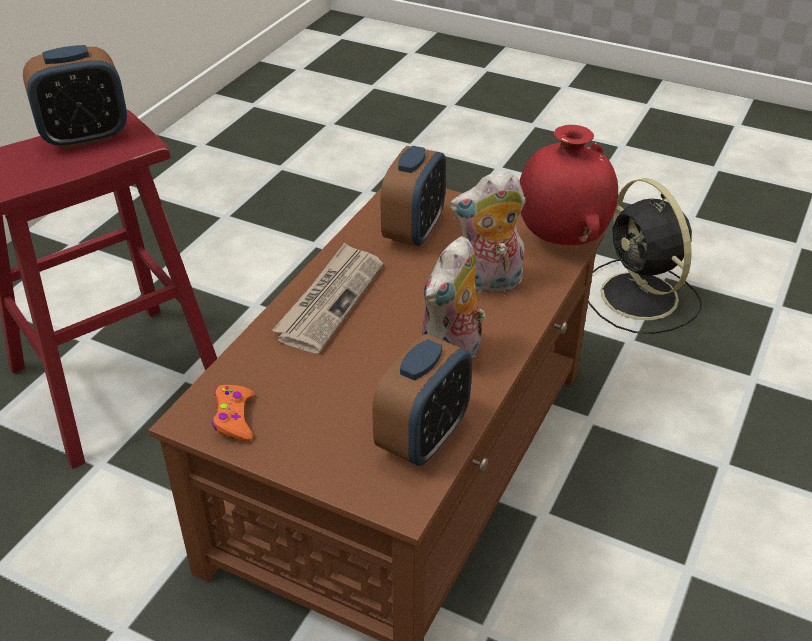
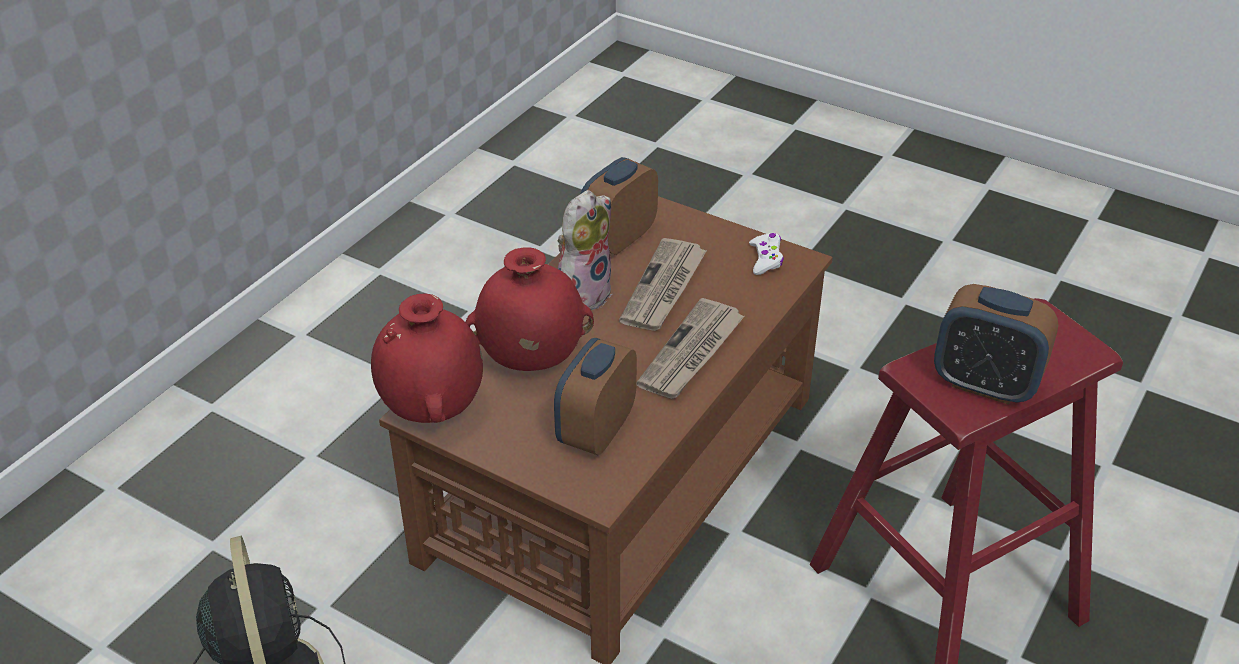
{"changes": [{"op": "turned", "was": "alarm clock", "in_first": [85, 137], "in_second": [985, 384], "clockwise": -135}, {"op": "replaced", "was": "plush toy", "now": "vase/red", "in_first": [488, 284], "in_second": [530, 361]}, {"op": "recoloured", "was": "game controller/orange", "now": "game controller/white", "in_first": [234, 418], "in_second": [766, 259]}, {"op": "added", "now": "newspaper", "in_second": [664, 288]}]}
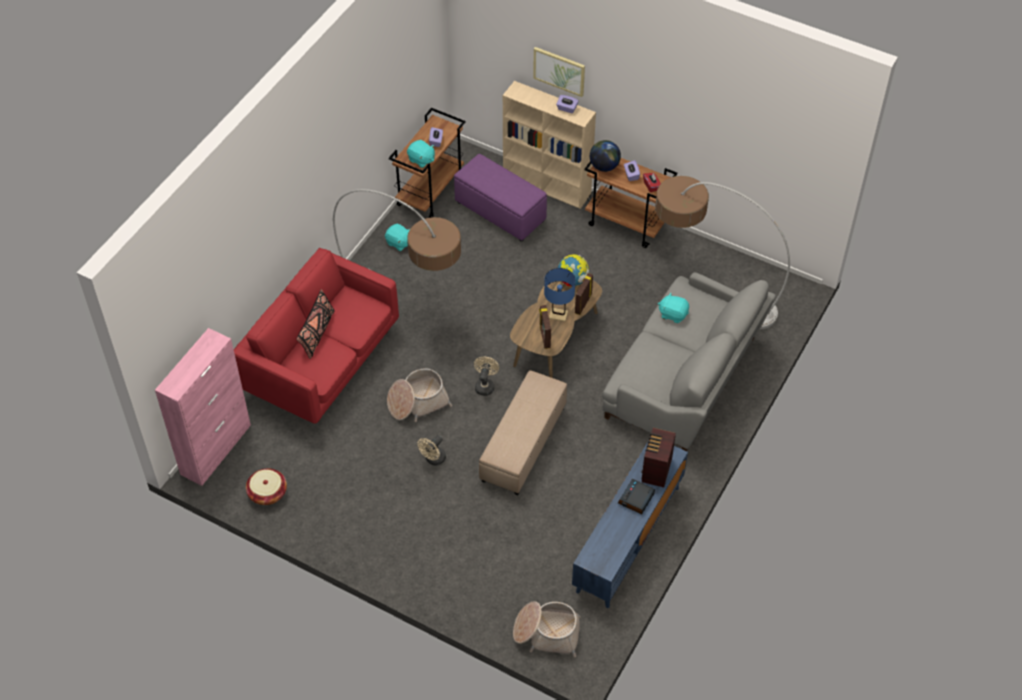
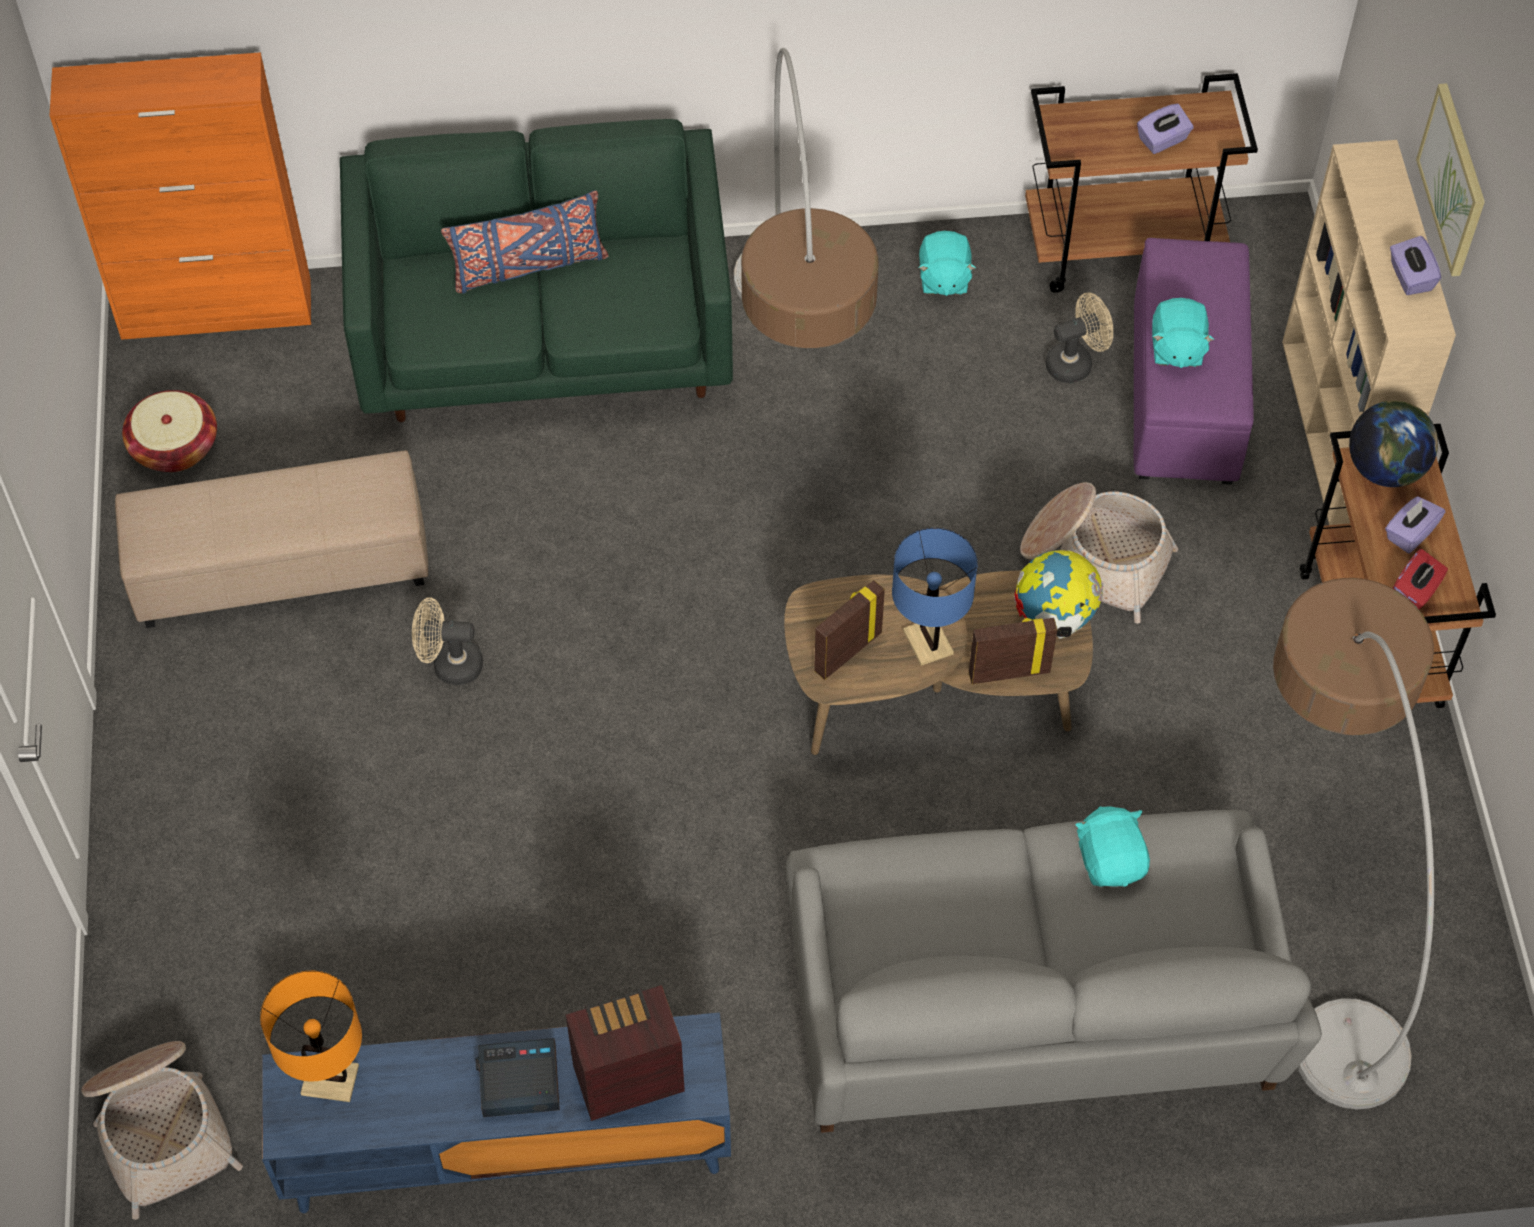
{"changes": [{"op": "moved", "was": "plush toy/turquoise", "in_first": [421, 160], "in_second": [1176, 349]}, {"op": "recoloured", "was": "sofa/red", "now": "sofa/green", "in_first": [323, 362], "in_second": [546, 341]}, {"op": "recoloured", "was": "pillow/black", "now": "pillow/blue", "in_first": [317, 333], "in_second": [528, 267]}, {"op": "recoloured", "was": "cabinet/pink", "now": "cabinet/orange", "in_first": [216, 449], "in_second": [217, 309]}, {"op": "moved", "was": "fan/beige", "in_first": [485, 385], "in_second": [1075, 362]}, {"op": "moved", "was": "basket", "in_first": [417, 402], "in_second": [1094, 559]}, {"op": "moved", "was": "ottoman/beige", "in_first": [522, 444], "in_second": [281, 566]}, {"op": "added", "now": "table lamp/orange", "in_second": [329, 1080]}]}
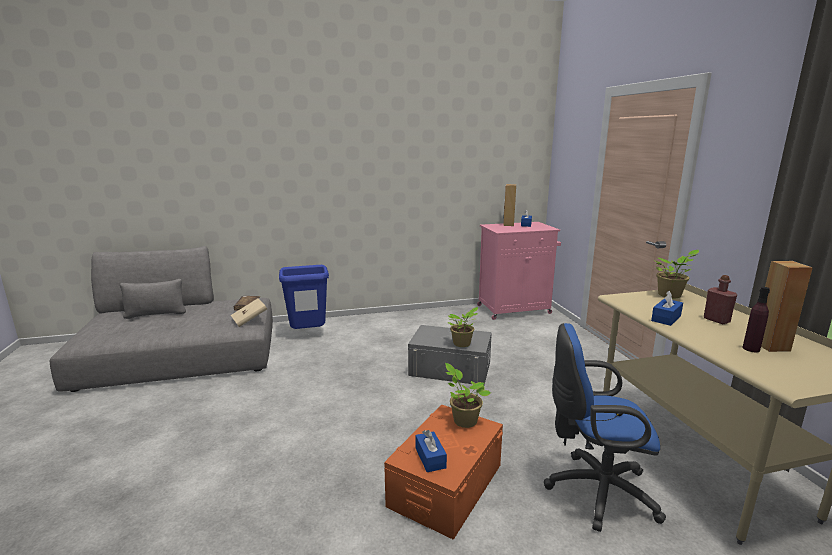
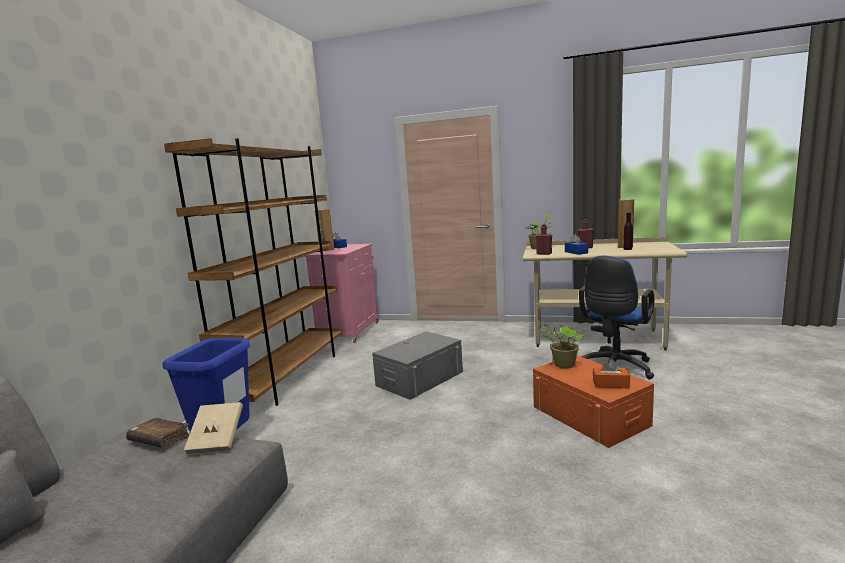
{"changes": [{"op": "removed", "was": "potted plant", "in_first": [462, 344]}, {"op": "recoloured", "was": "tissue box/blue", "now": "tissue box/orange", "in_first": [430, 458], "in_second": [610, 384]}, {"op": "added", "now": "bookcase/brown", "in_second": [288, 376]}, {"op": "added", "now": "bottle/red", "in_second": [544, 254]}]}
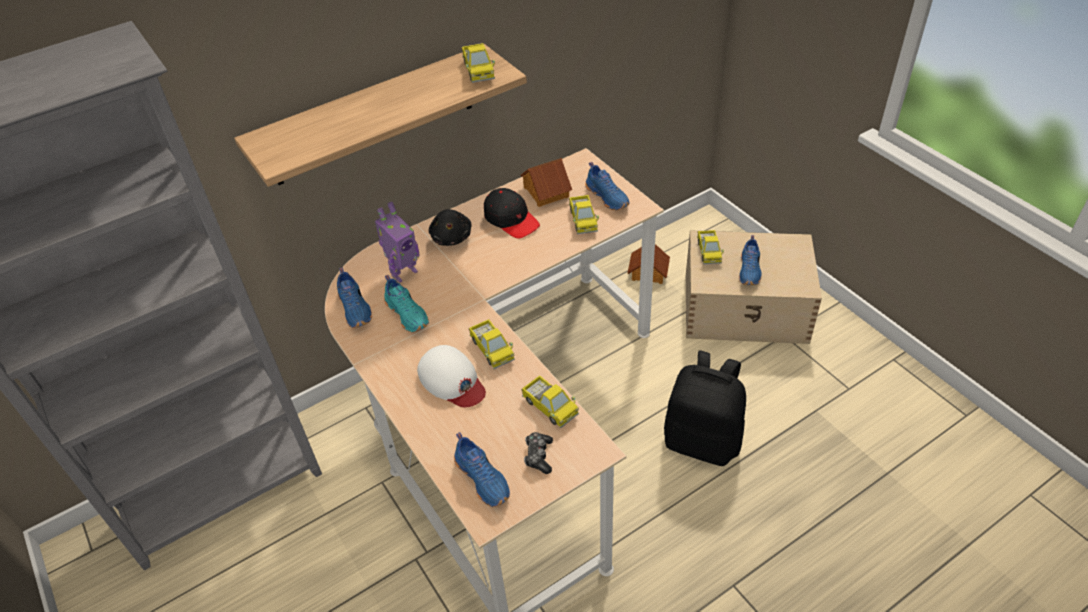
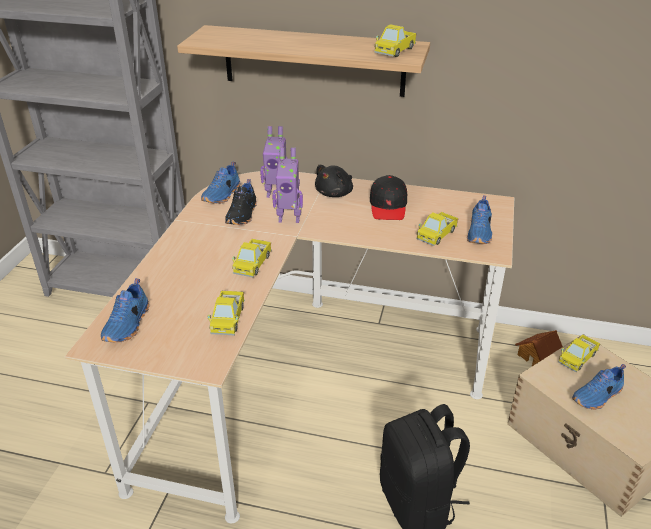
{"changes": [{"op": "removed", "was": "toy house", "in_first": [545, 192]}, {"op": "recoloured", "was": "shoe/turquoise", "now": "shoe/black", "in_first": [408, 314], "in_second": [243, 215]}, {"op": "removed", "was": "cap/white", "in_first": [452, 380]}, {"op": "removed", "was": "game controller", "in_first": [538, 456]}, {"op": "added", "now": "toy robot", "in_second": [289, 218]}]}
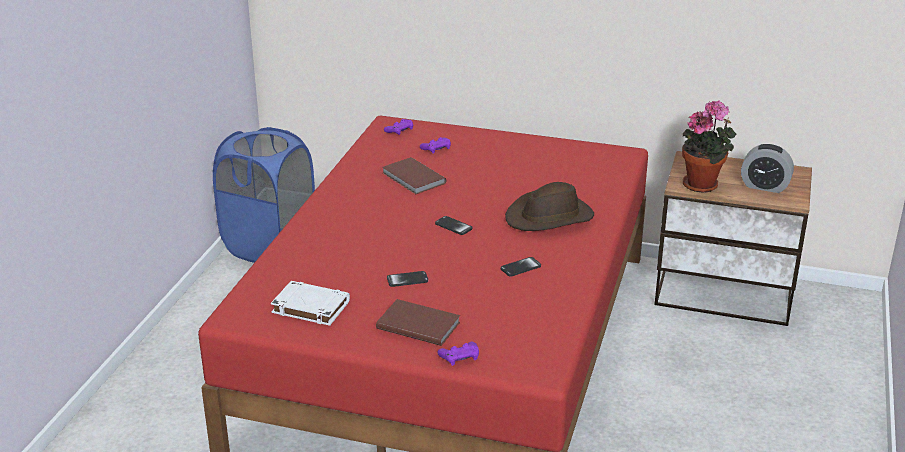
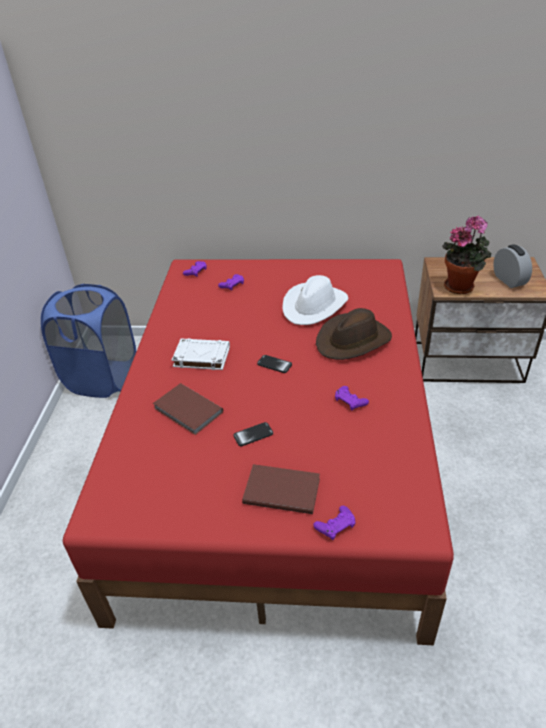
{"changes": [{"op": "turned", "was": "alarm clock", "in_first": [764, 186], "in_second": [509, 280], "clockwise": -120}, {"op": "moved", "was": "book/brown", "in_first": [413, 179], "in_second": [187, 411]}, {"op": "replaced", "was": "phone", "now": "game controller/purple", "in_first": [520, 268], "in_second": [350, 401]}, {"op": "moved", "was": "book/white", "in_first": [310, 307], "in_second": [201, 357]}, {"op": "added", "now": "hat/white", "in_second": [314, 306]}]}
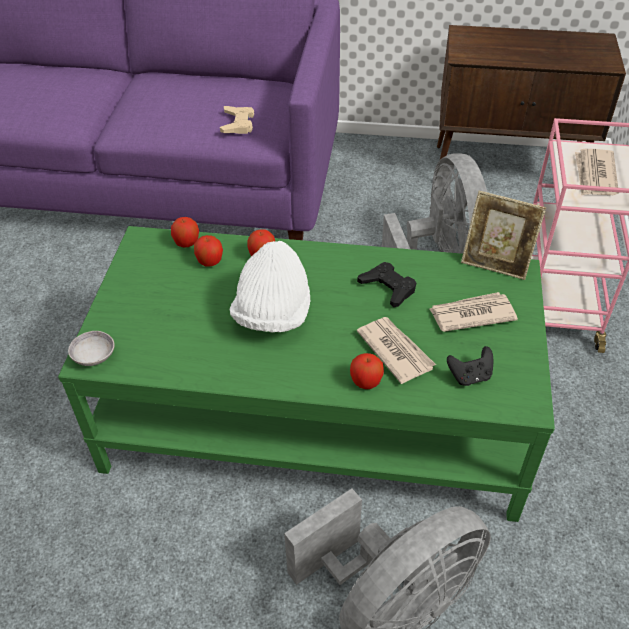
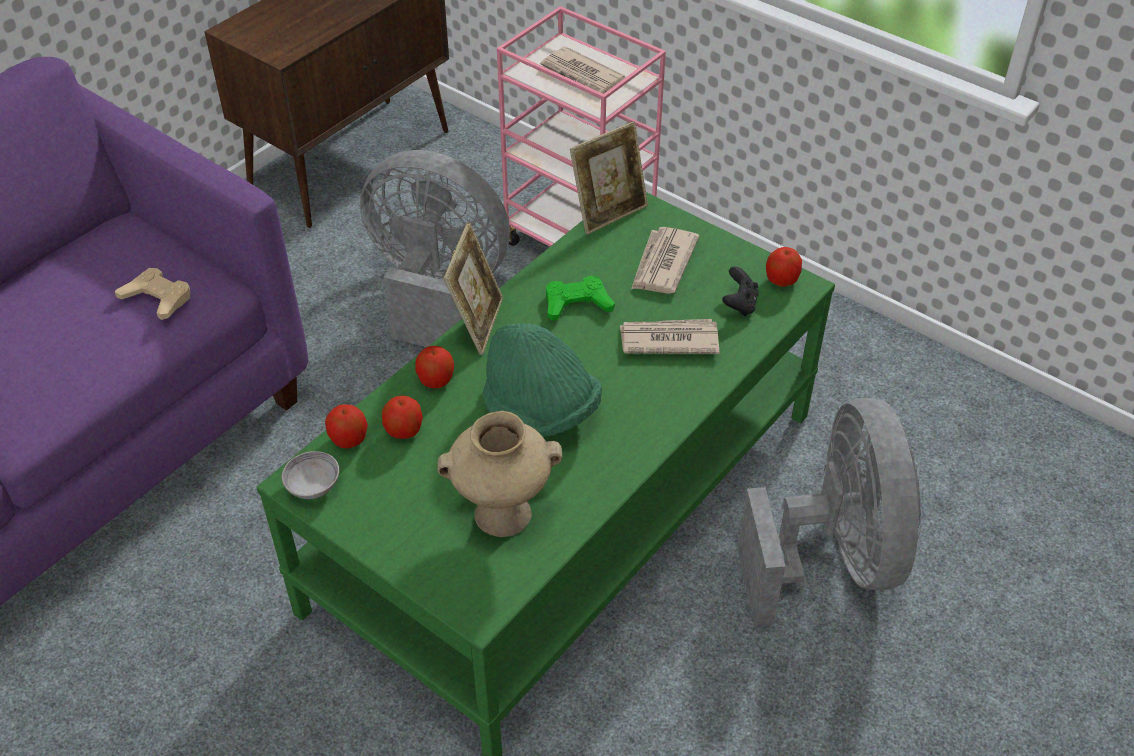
{"changes": [{"op": "recoloured", "was": "hat/white", "now": "hat/green", "in_first": [273, 314], "in_second": [540, 410]}, {"op": "recoloured", "was": "game controller/black", "now": "game controller/green", "in_first": [388, 288], "in_second": [577, 303]}, {"op": "moved", "was": "bowl/grey", "in_first": [94, 357], "in_second": [313, 486]}, {"op": "moved", "was": "apple", "in_first": [366, 381], "in_second": [781, 280]}, {"op": "added", "now": "picture frame", "in_second": [477, 323]}, {"op": "added", "now": "vase/beige", "in_second": [501, 516]}]}
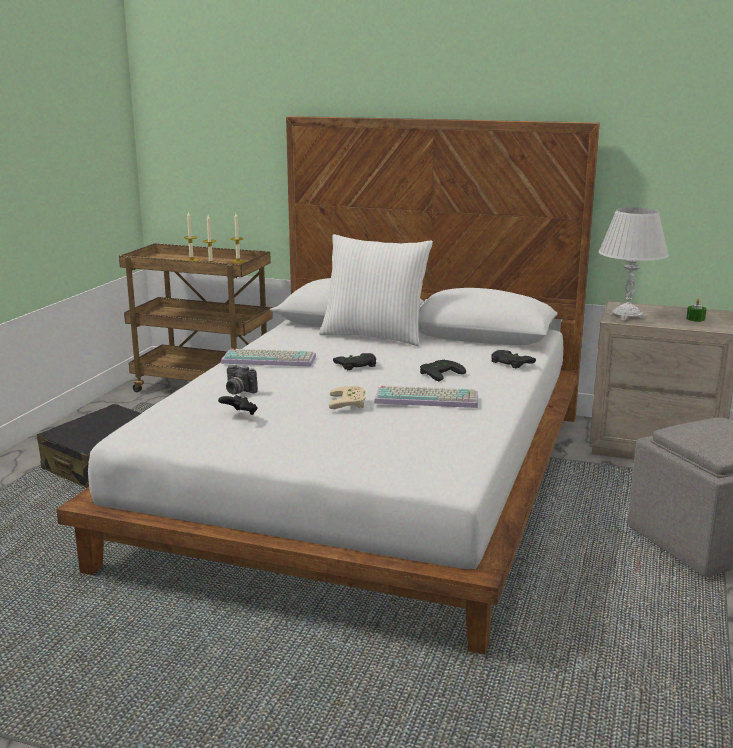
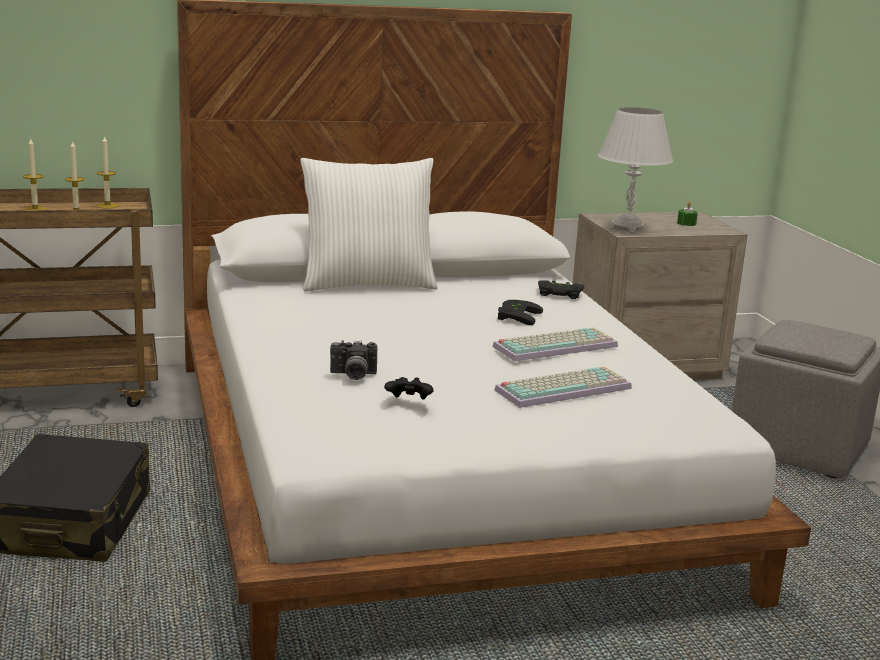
{"changes": [{"op": "moved", "was": "keyboard", "in_first": [270, 359], "in_second": [563, 388]}, {"op": "removed", "was": "game controller/black", "in_first": [356, 365]}, {"op": "removed", "was": "game controller/beige", "in_first": [350, 402]}]}
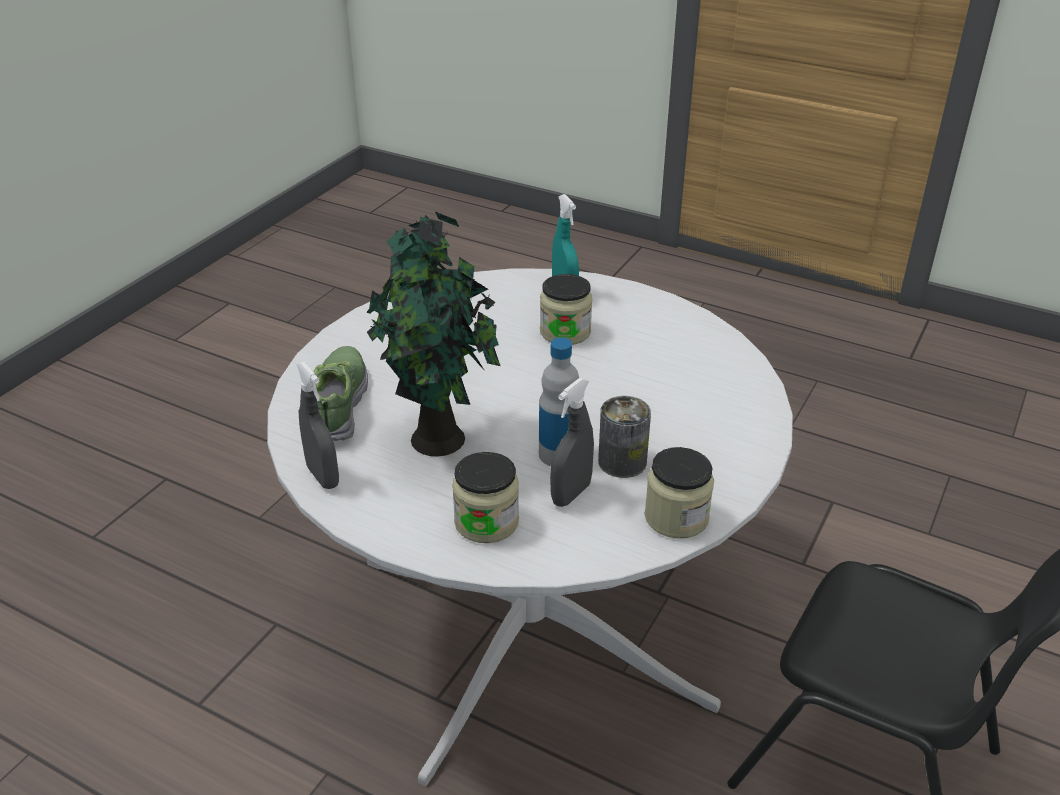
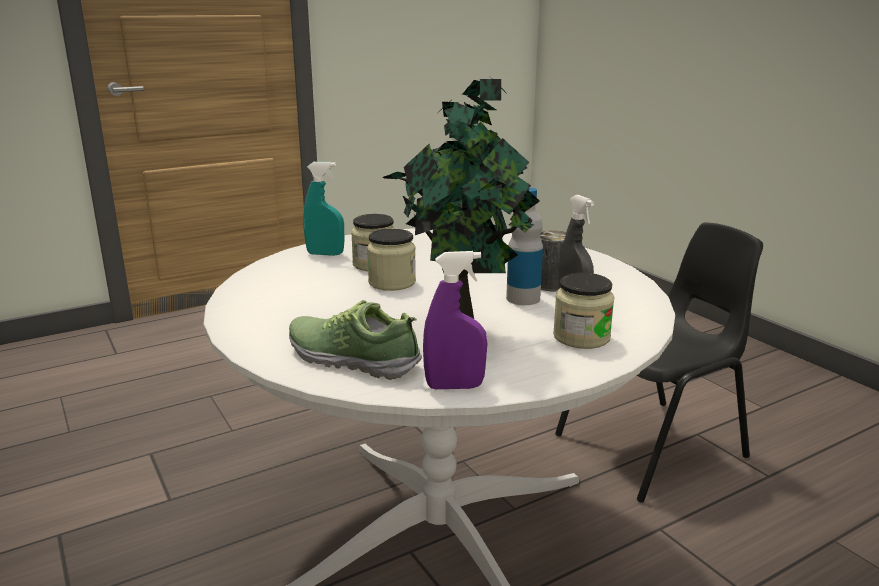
{"changes": [{"op": "recoloured", "was": "spray bottle/grey", "now": "spray bottle/purple", "in_first": [323, 476], "in_second": [454, 386]}, {"op": "moved", "was": "jar", "in_first": [676, 517], "in_second": [392, 282]}]}
